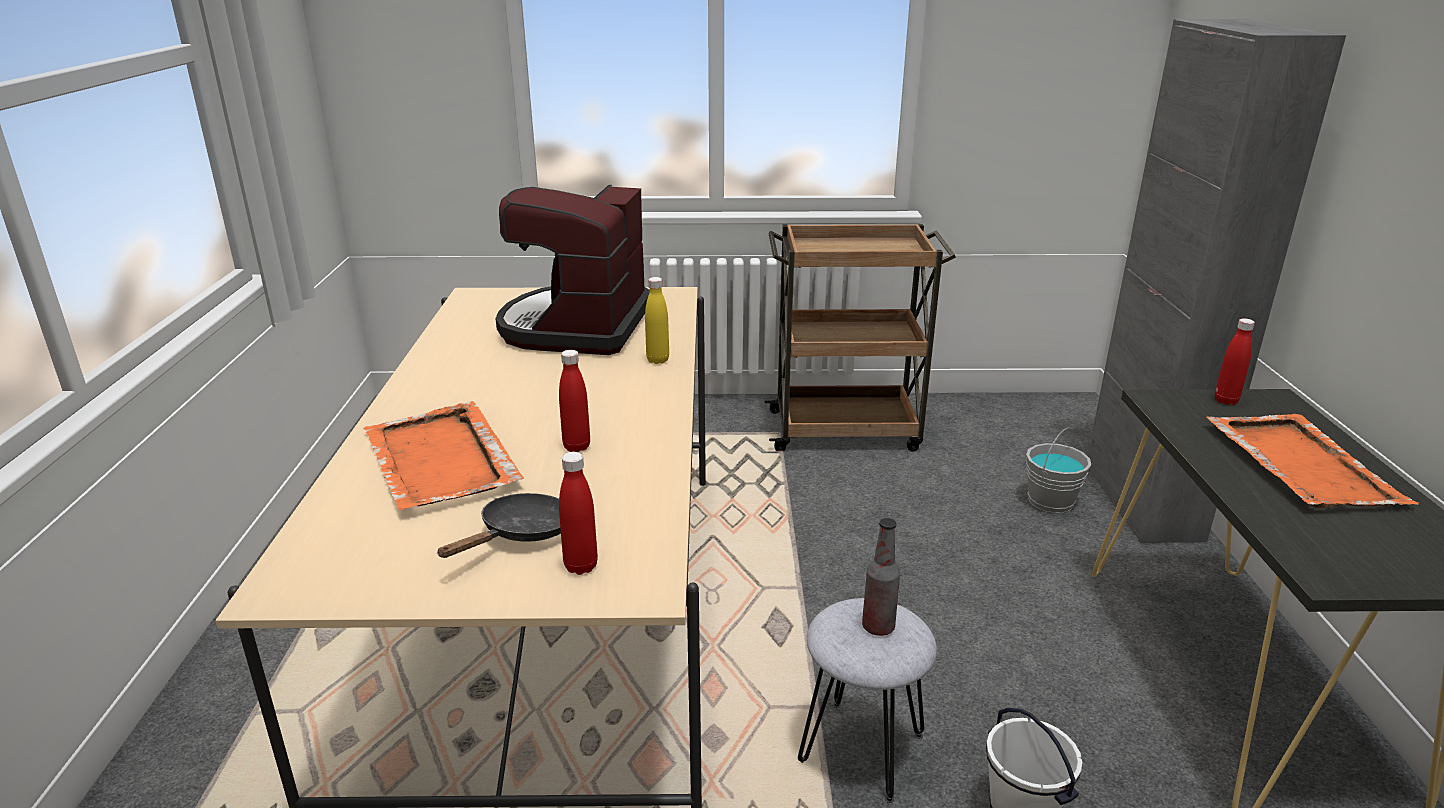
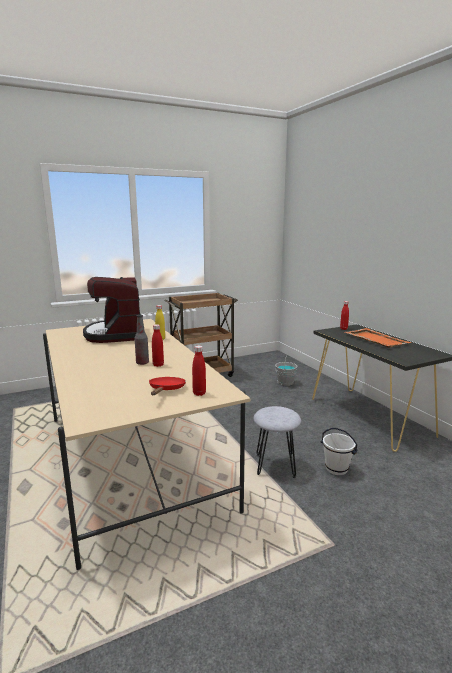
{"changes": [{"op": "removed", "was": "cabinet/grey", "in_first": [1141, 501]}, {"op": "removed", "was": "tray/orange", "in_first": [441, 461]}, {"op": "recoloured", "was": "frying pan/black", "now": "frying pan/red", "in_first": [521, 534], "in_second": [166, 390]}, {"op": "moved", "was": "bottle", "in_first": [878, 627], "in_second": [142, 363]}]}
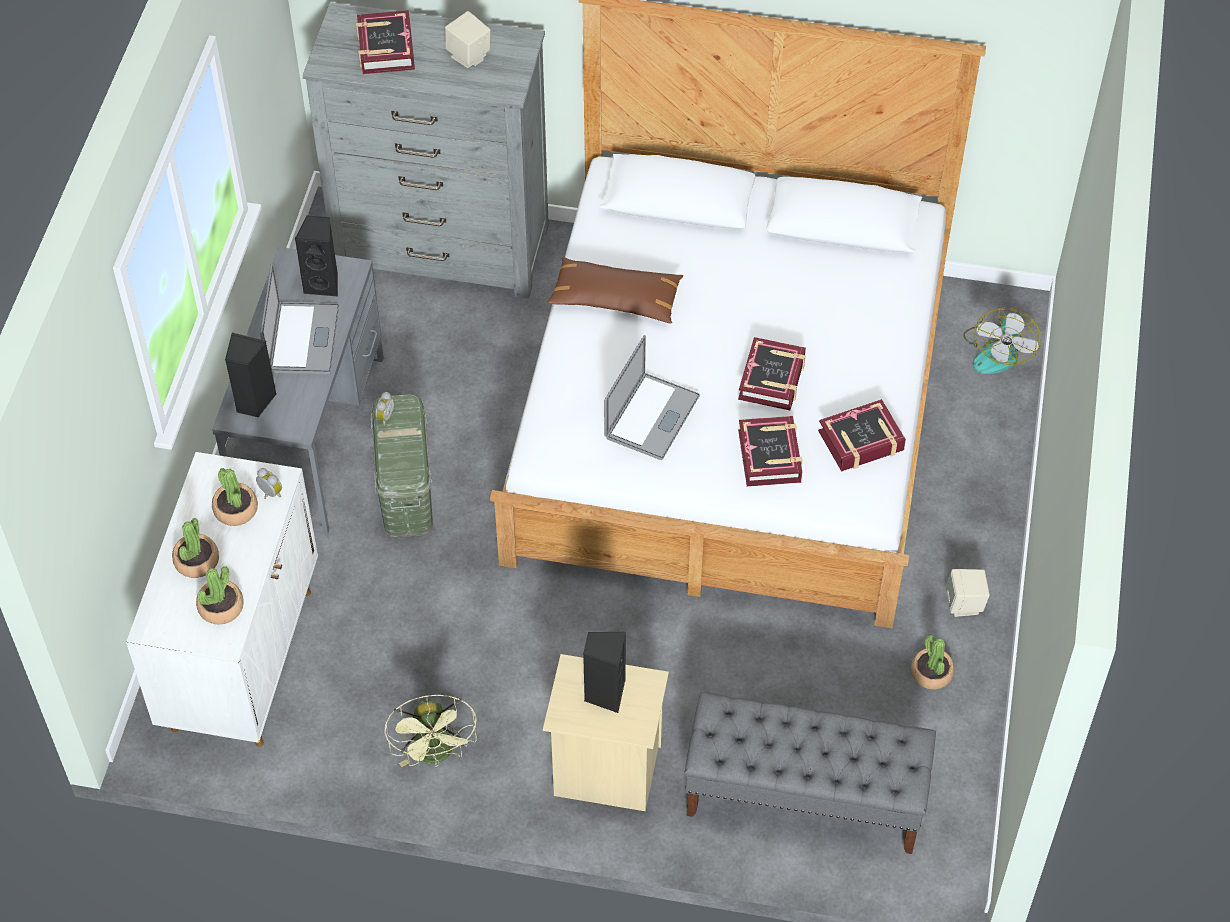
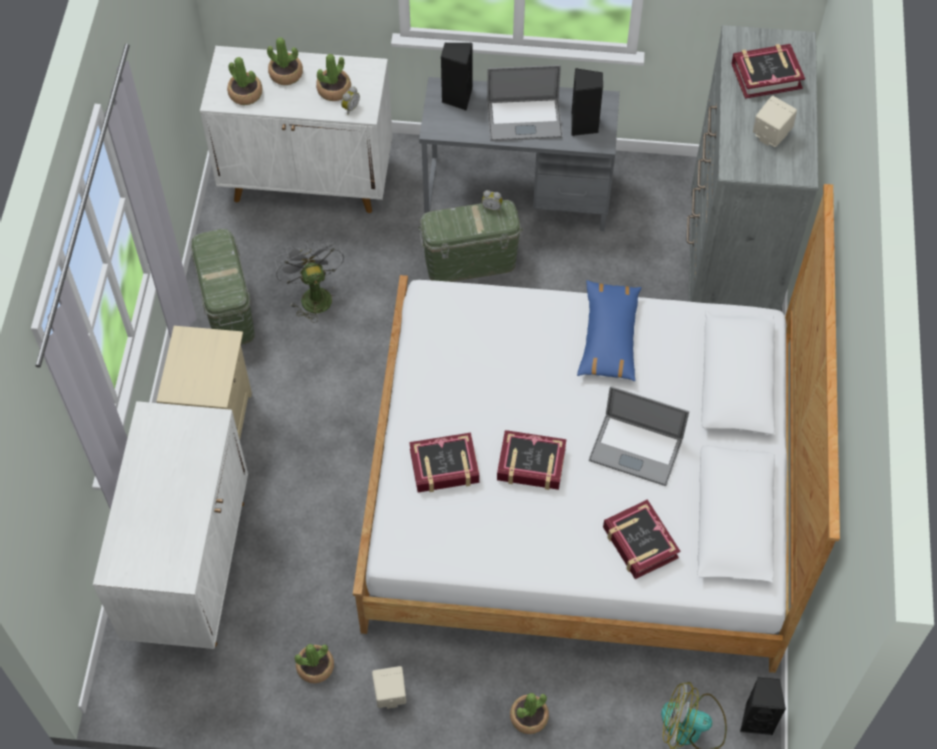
{"changes": [{"op": "recoloured", "was": "pillow/brown", "now": "pillow/blue", "in_first": [615, 299], "in_second": [609, 337]}, {"op": "moved", "was": "laptop", "in_first": [651, 416], "in_second": [635, 449]}, {"op": "moved", "was": "book", "in_first": [861, 441], "in_second": [639, 543]}, {"op": "moved", "was": "speaker/black", "in_first": [604, 693], "in_second": [756, 719]}, {"op": "replaced", "was": "bench/grey", "now": "cabinet/white", "in_first": [803, 798], "in_second": [191, 567]}, {"op": "replaced", "was": "fan/green", "now": "storage box/green", "in_first": [436, 754], "in_second": [228, 309]}, {"op": "added", "now": "fan/grey", "in_second": [313, 295]}, {"op": "added", "now": "potted plant", "in_second": [529, 717]}]}
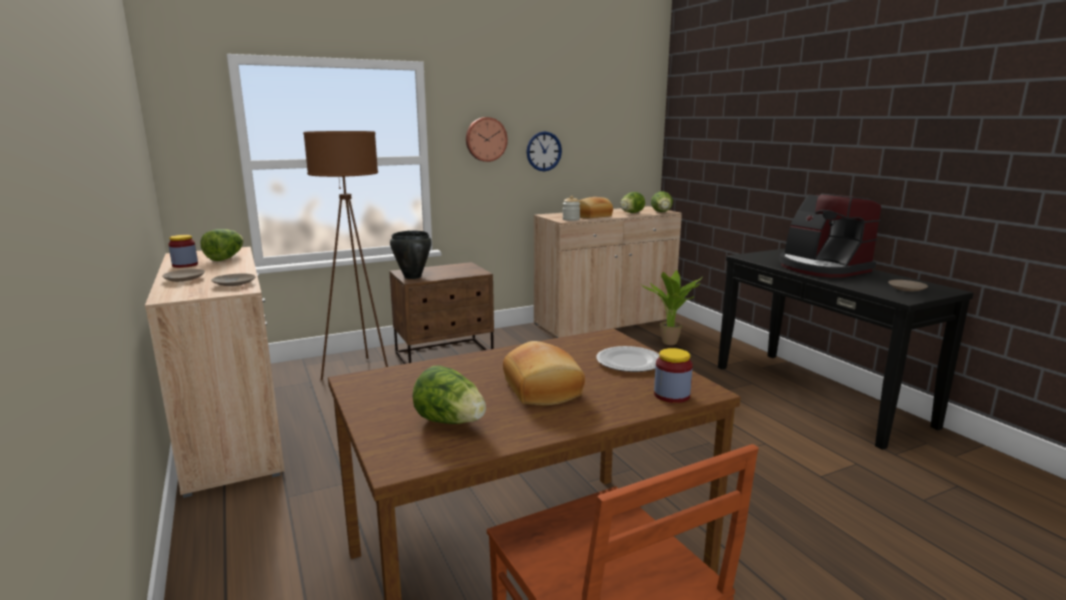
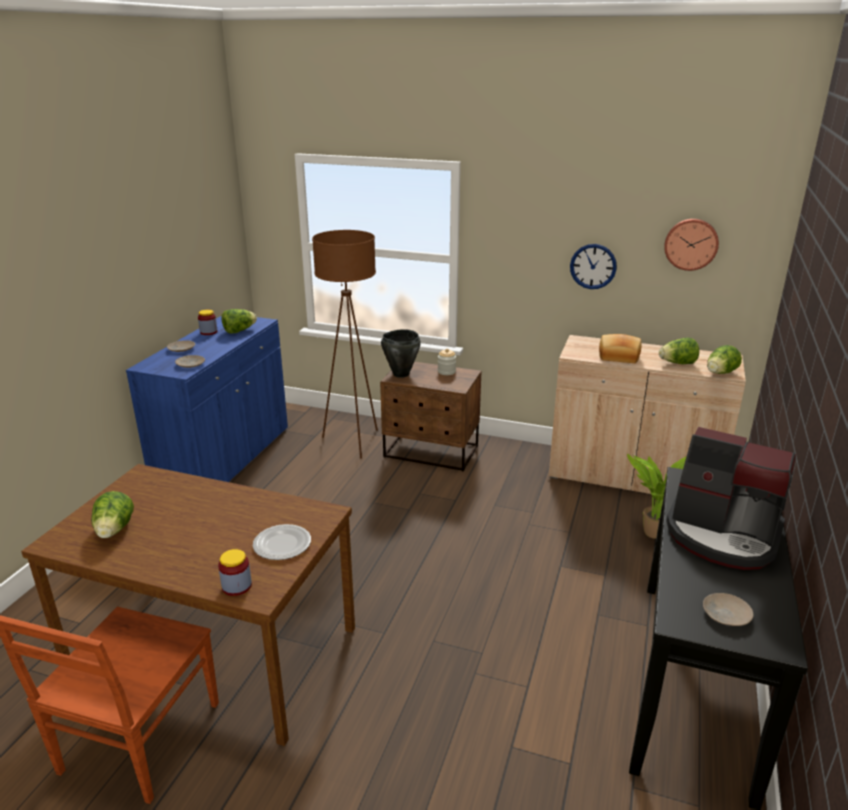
{"changes": [{"op": "moved", "was": "wall clock", "in_first": [485, 139], "in_second": [691, 244]}, {"op": "turned", "was": "coffee machine", "in_first": [822, 268], "in_second": [722, 535], "clockwise": -75}, {"op": "moved", "was": "jar", "in_first": [571, 219], "in_second": [446, 372]}, {"op": "recoloured", "was": "cabinet/beige", "now": "cabinet/blue", "in_first": [233, 433], "in_second": [225, 459]}, {"op": "removed", "was": "bread", "in_first": [544, 389]}]}
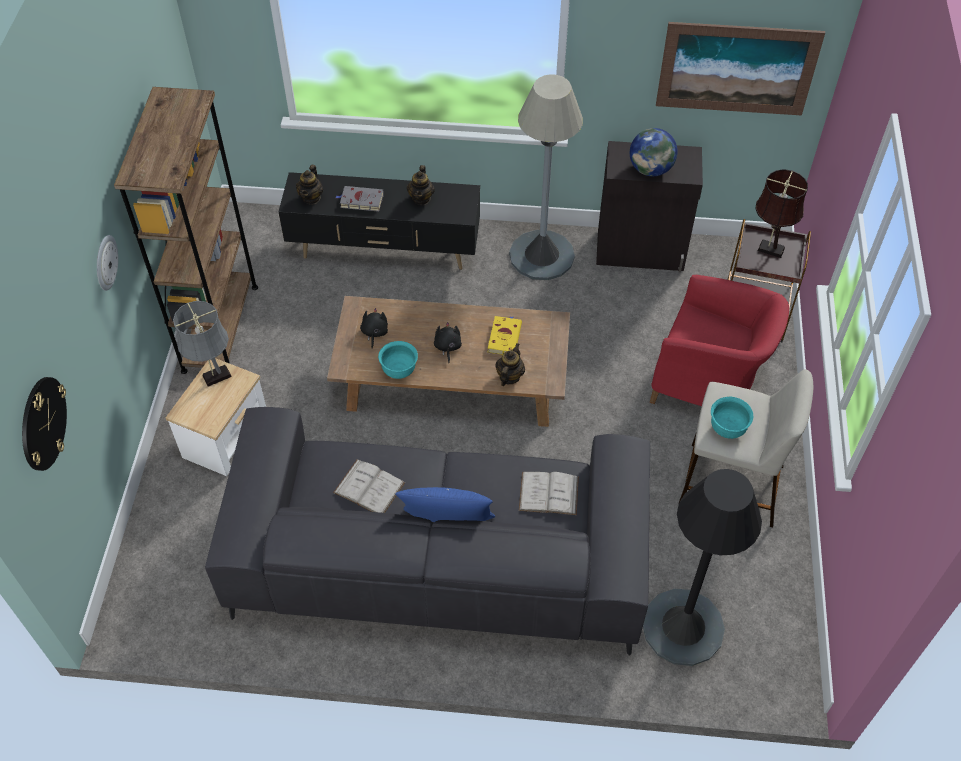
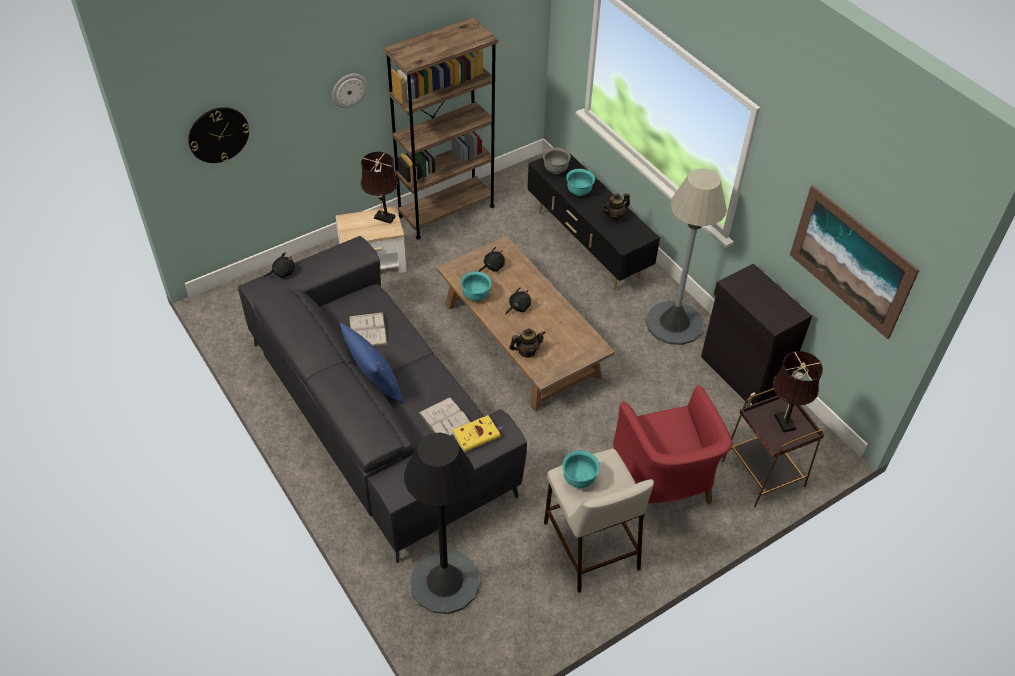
{"changes": [{"op": "removed", "was": "globe", "in_first": [650, 169]}, {"op": "replaced", "was": "teapot", "now": "bowl/grey", "in_first": [311, 198], "in_second": [555, 169]}, {"op": "replaced", "was": "book/grey", "now": "bowl/turquoise", "in_first": [360, 201], "in_second": [579, 191]}, {"op": "recoloured", "was": "table lamp/grey", "now": "table lamp/brown", "in_first": [214, 377], "in_second": [382, 217]}, {"op": "moved", "was": "book/yellow", "in_first": [504, 337], "in_second": [477, 435]}, {"op": "added", "now": "plush toy/black", "in_second": [282, 272]}]}
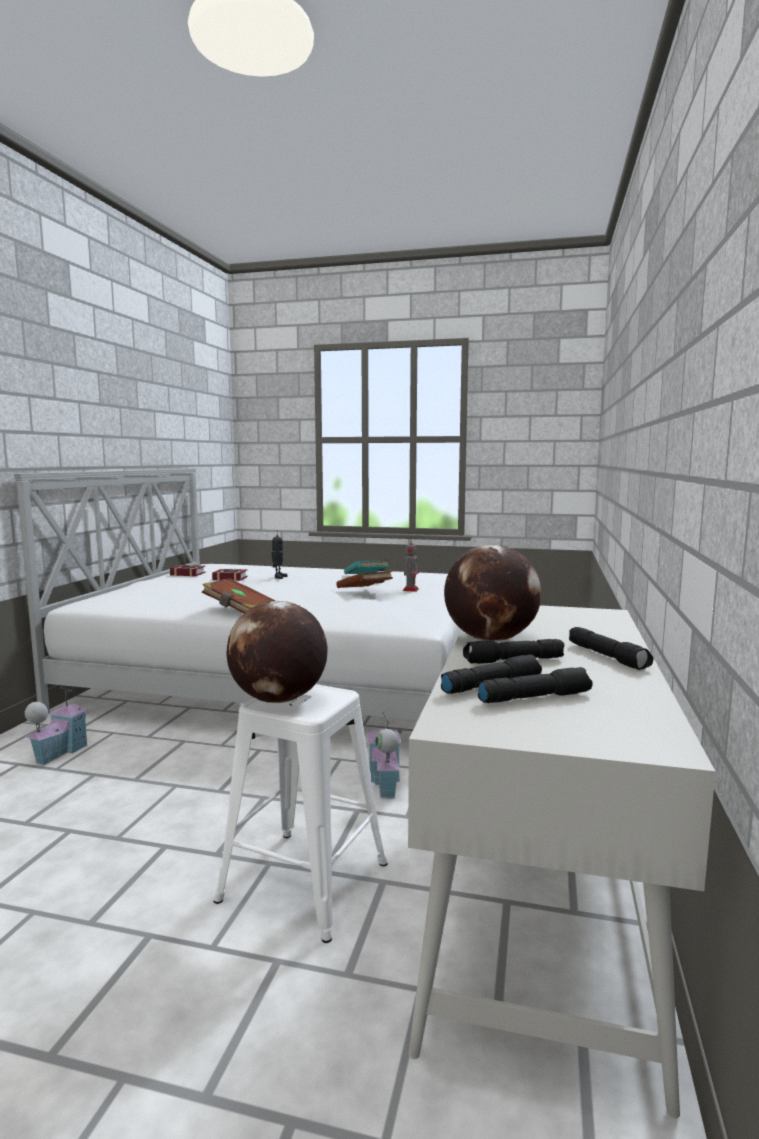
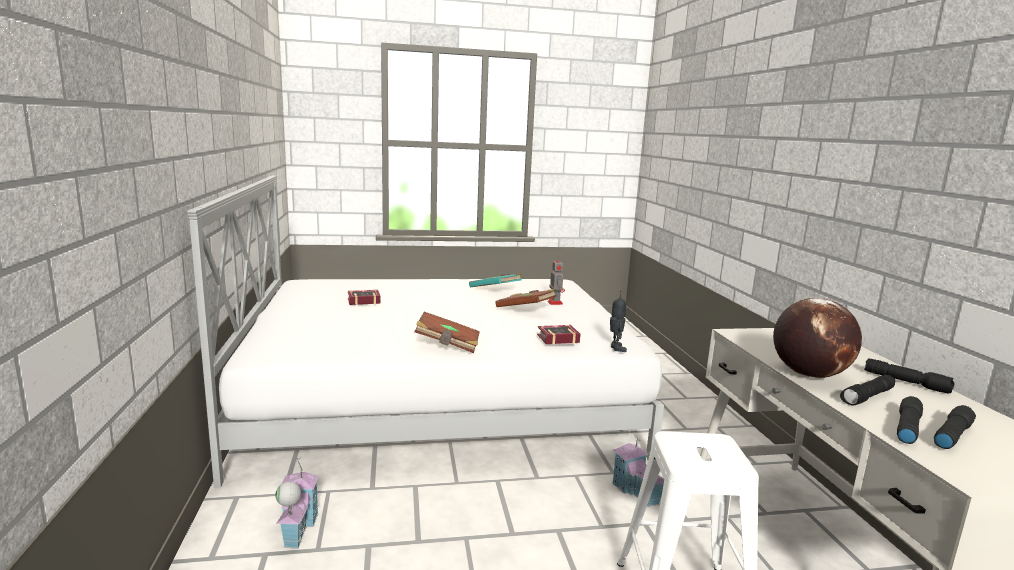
{"changes": [{"op": "moved", "was": "toy robot", "in_first": [278, 577], "in_second": [616, 348]}, {"op": "moved", "was": "book", "in_first": [187, 574], "in_second": [556, 338]}, {"op": "removed", "was": "globe", "in_first": [278, 700]}]}
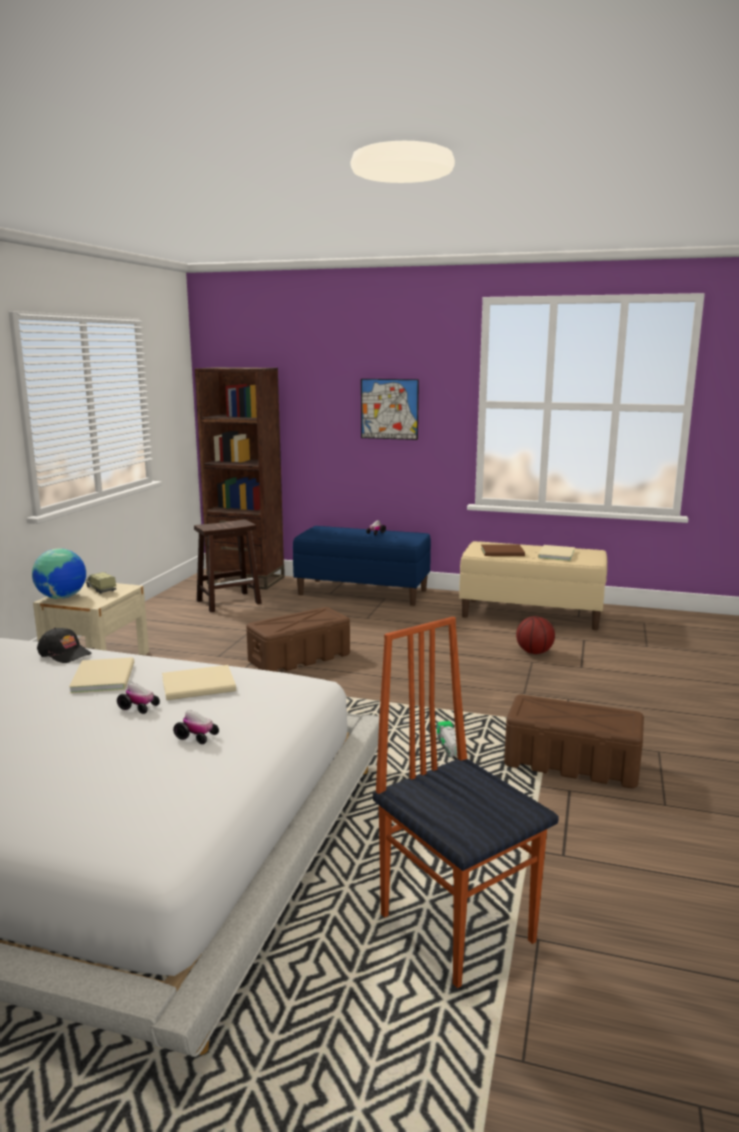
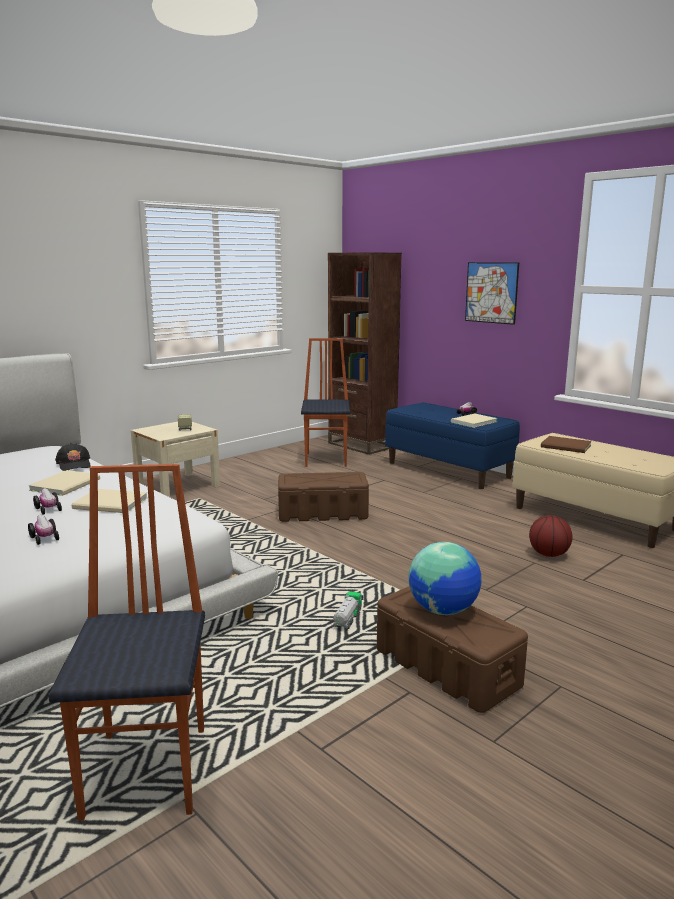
{"changes": [{"op": "replaced", "was": "stool/brown", "now": "chair", "in_first": [229, 602], "in_second": [327, 459]}, {"op": "moved", "was": "book/beige", "in_first": [555, 554], "in_second": [472, 422]}, {"op": "moved", "was": "globe", "in_first": [62, 597], "in_second": [443, 610]}]}
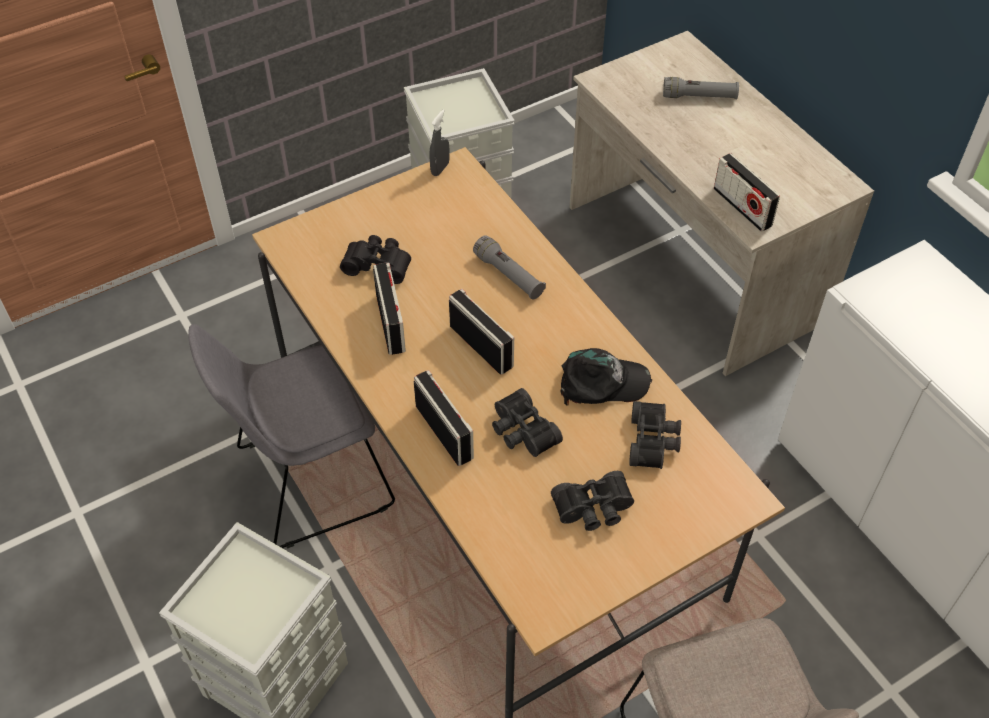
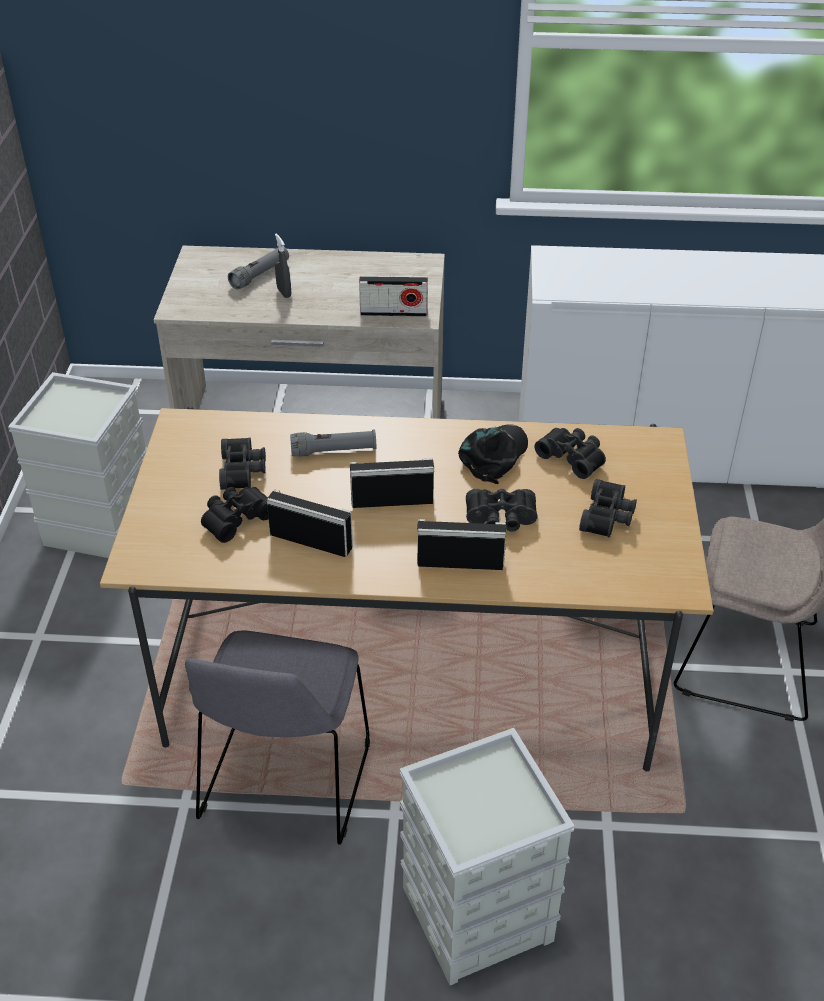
{"changes": [{"op": "moved", "was": "spray bottle/grey", "in_first": [440, 169], "in_second": [284, 292]}, {"op": "added", "now": "binoculars/black", "in_second": [244, 470]}]}
